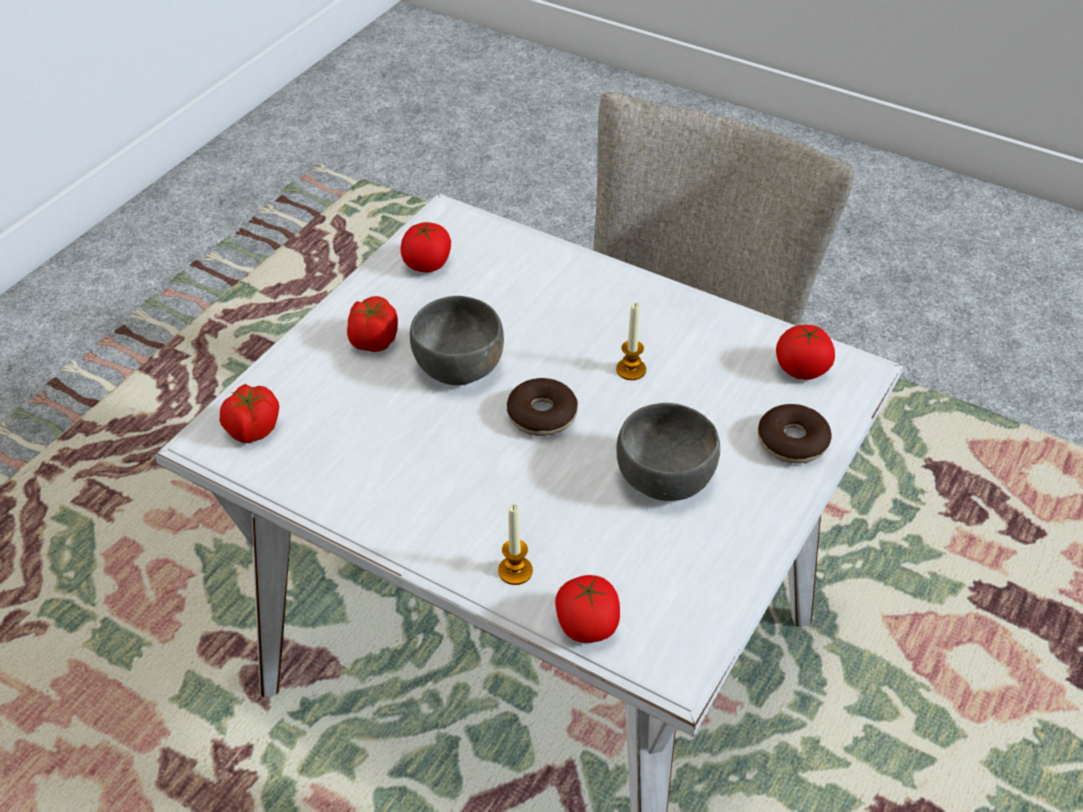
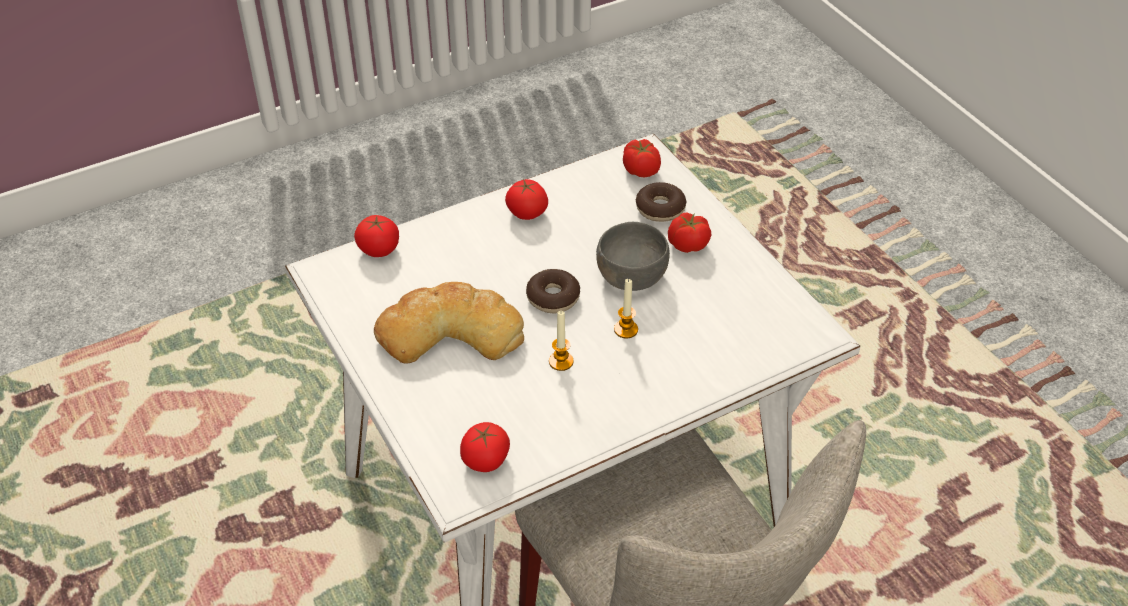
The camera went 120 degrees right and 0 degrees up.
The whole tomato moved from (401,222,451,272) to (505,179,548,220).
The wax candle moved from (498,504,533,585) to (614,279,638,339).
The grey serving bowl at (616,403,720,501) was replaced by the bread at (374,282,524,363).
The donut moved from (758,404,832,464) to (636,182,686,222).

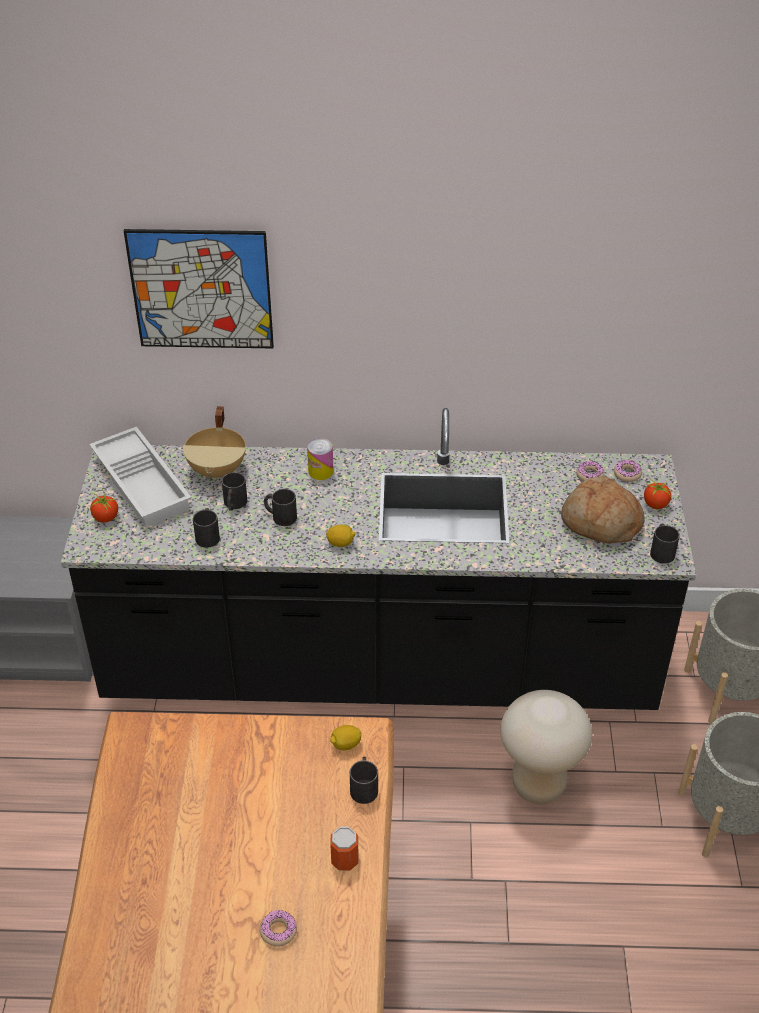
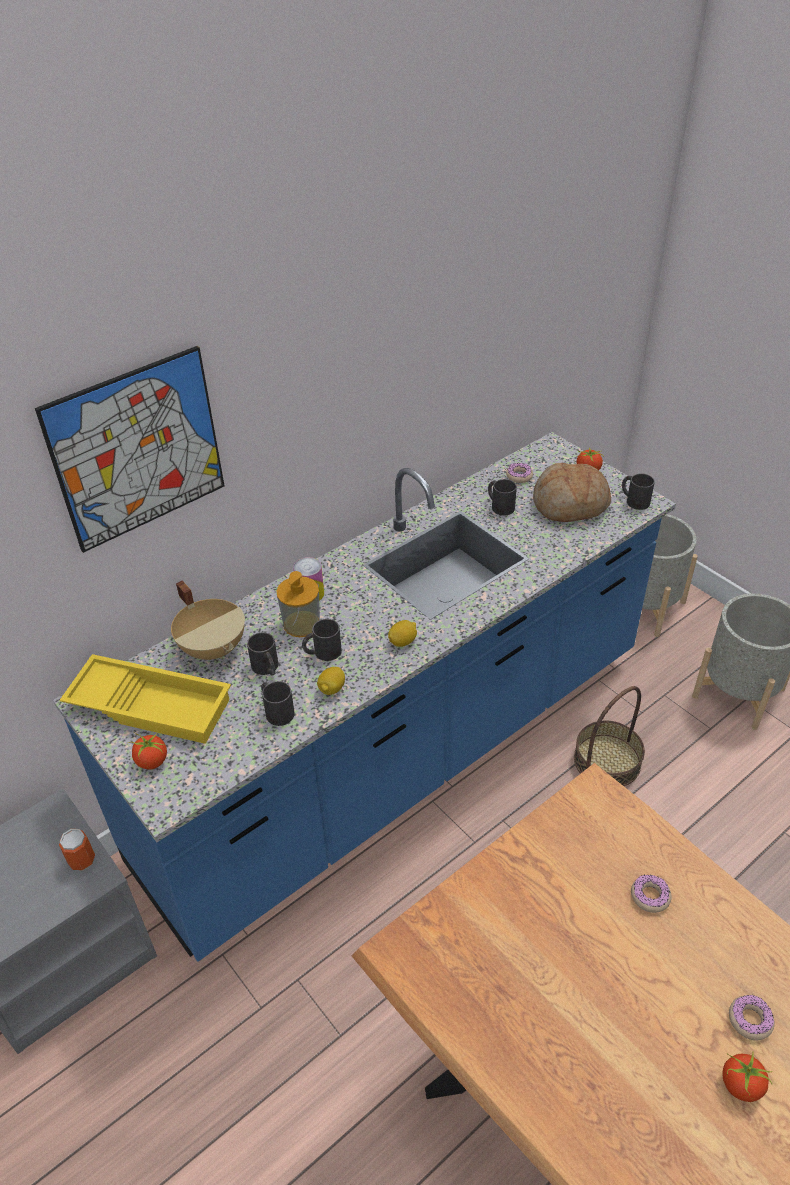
The camera went 40 degrees left and 0 degrees up.
The black-coloured counter at (61,408,696,710) became the blue-coloured counter at (53,432,676,962).
The whitish serving tray at (89,427,191,527) became the yellow serving tray at (60,654,231,744).
The whole lemon moved from (330,725,361,751) to (317,667,345,695).
The metal can moved from (330,826,358,871) to (59,829,95,870).
The black-coloured coffee mug moved from (350,757,378,804) to (488,479,517,515).
The beige stool seat at (500,690,592,804) was replaced by the basket at (574,686,645,786).
The donut moved from (614,459,642,482) to (631,875,672,913).
The soap dispenser at (276,571,320,637) appeared.
The whole tomato at (722,1051,772,1102) appeared.

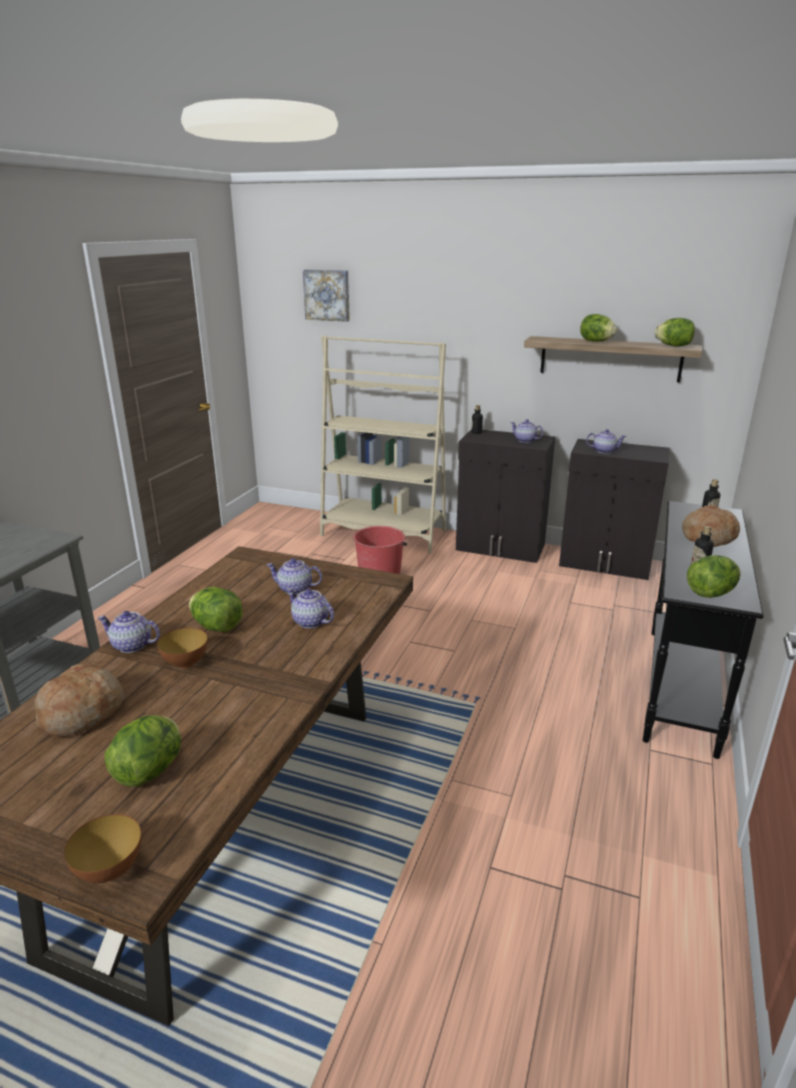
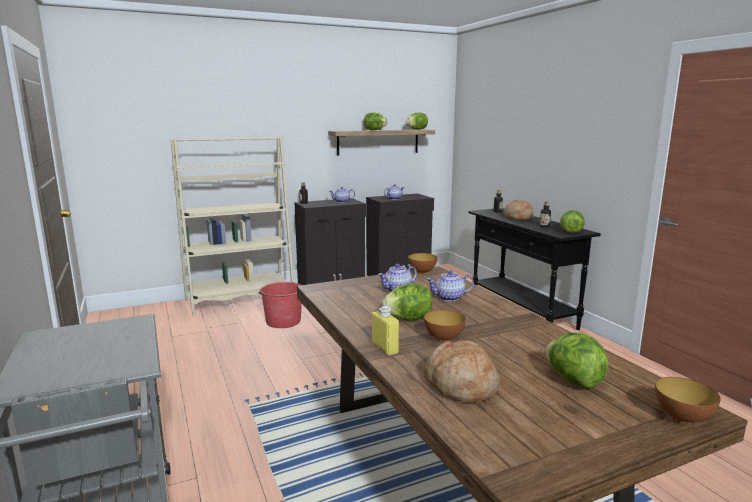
The camera went 45 degrees left and 10 degrees down.
The teapot at (98,611,160,653) was replaced by the yellow beverage bottle at (372,306,399,355).
The wall picture at (303,269,350,322) disappeared.
The serving bowl at (408,253,437,274) appeared.

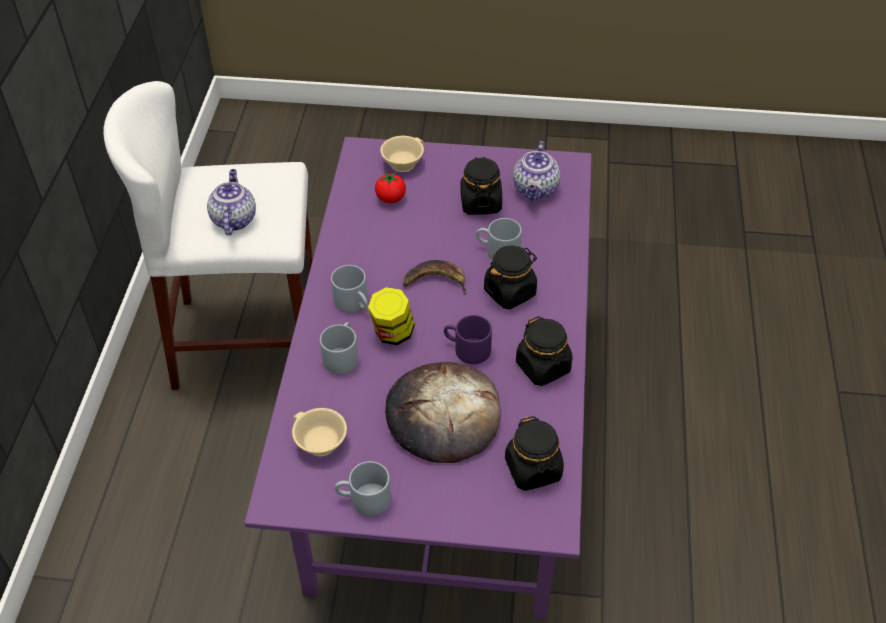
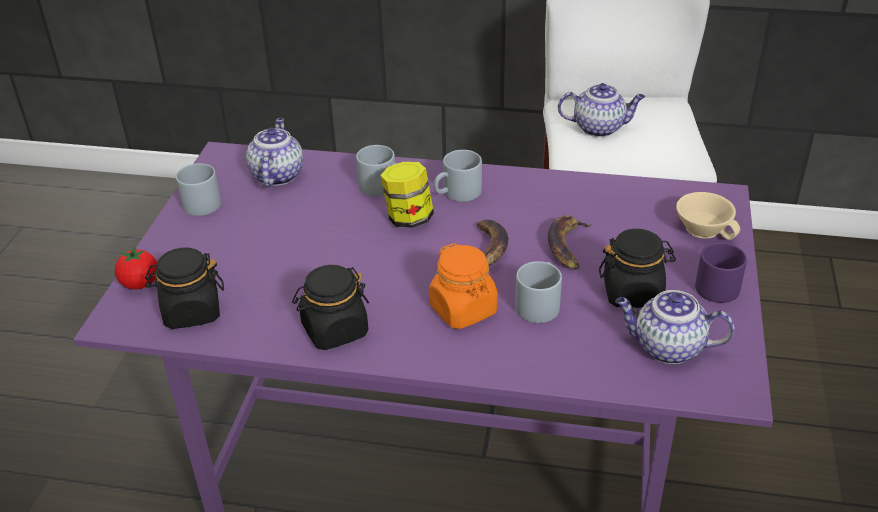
The camera went 95 degrees right and 10 degrees down.
The beige small cup at (292,408,347,456) was replaced by the teapot at (246,118,303,187).
The whole tomato moved from (375,172,406,203) to (115,245,157,289).
The bread at (385,362,501,463) disappeared.
The purple-coloured coffee mug moved from (444,315,492,364) to (695,242,747,303).
The black-coloured storage jar at (484,245,537,309) became the orange storage jar at (429,243,498,329).
The whole banana at (548,215,592,270) appeared.

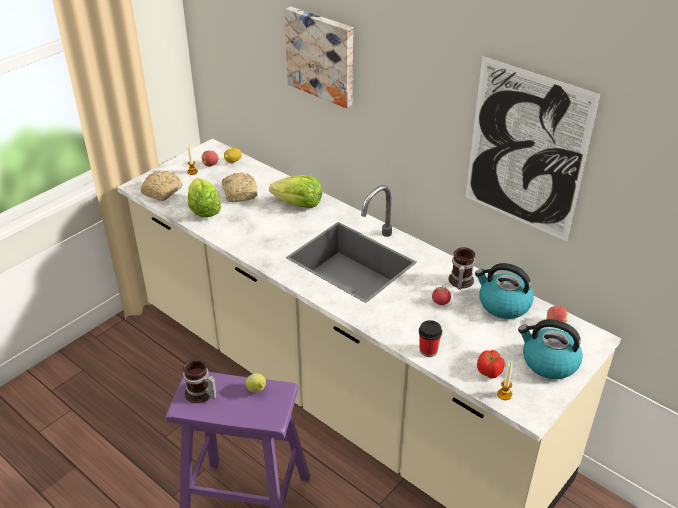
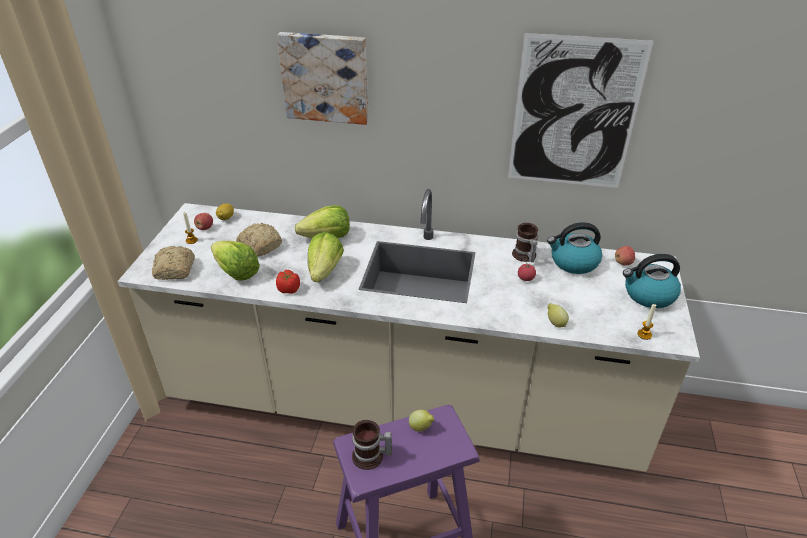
The camera went 30 degrees left and 0 degrees up.
The small cup at (419,320,442,357) was replaced by the whole lemon at (548,303,569,328).
The whole tomato moved from (477,350,505,378) to (276,270,300,294).
The lettuce head at (308,232,344,282) appeared.

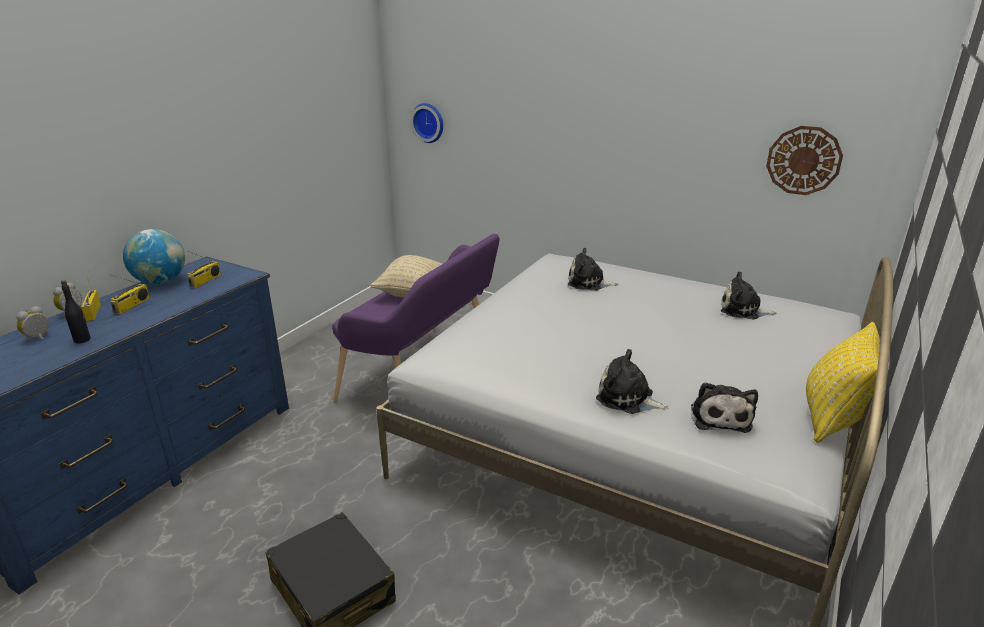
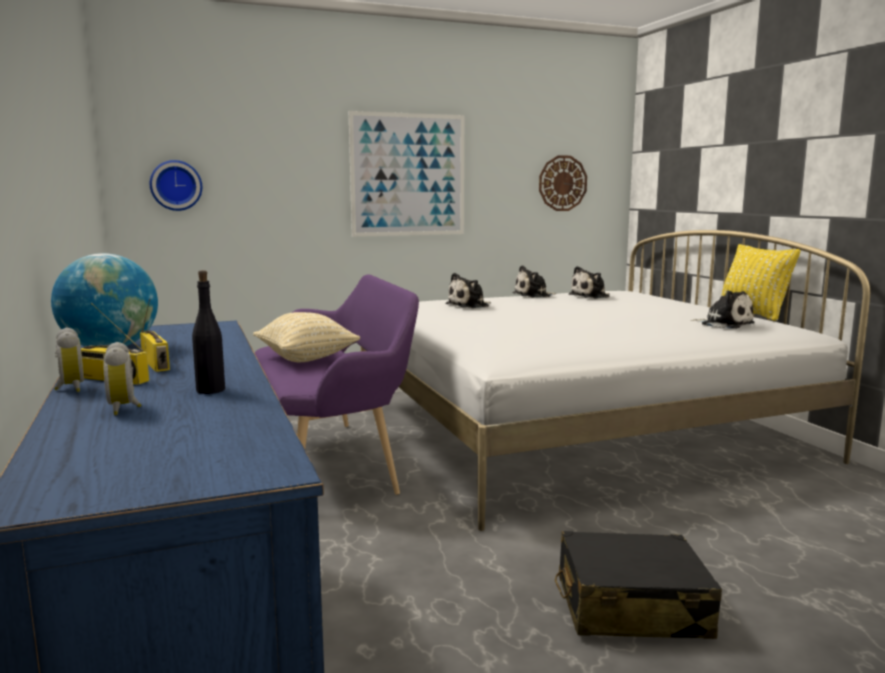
The camera went 50 degrees left and 15 degrees down.
The radio at (187,251,221,288) disappeared.
The soft toy moved from (596,349,669,414) to (513,265,556,298).
The wall picture at (349,111,464,237) appeared.

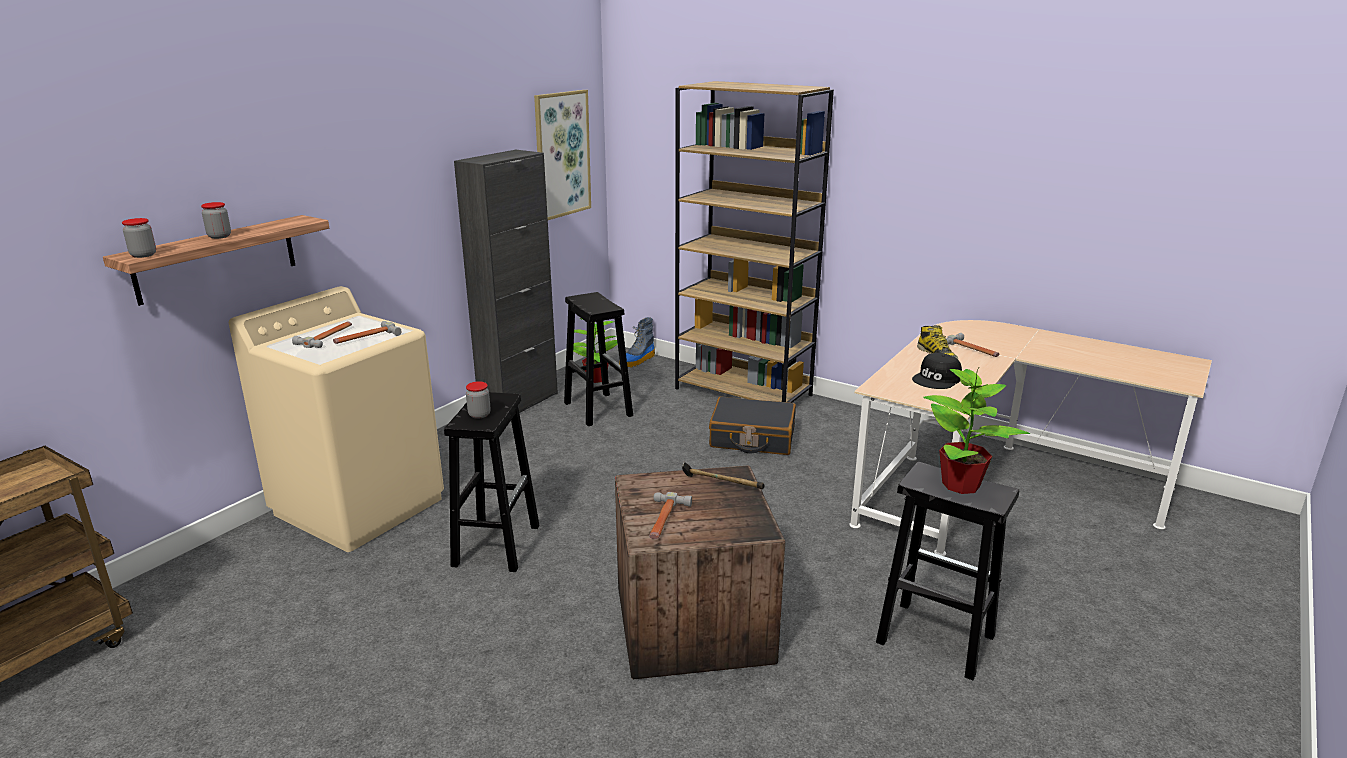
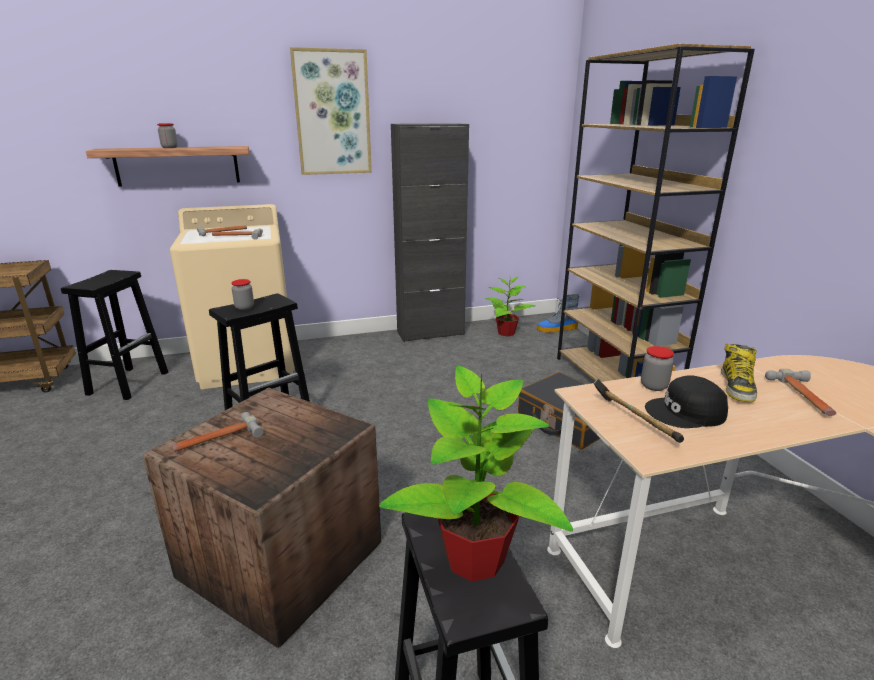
The camera went 40 degrees right and 0 degrees up.
The storage jar moved from (122,218,156,258) to (641,346,674,391).
The wall picture moved from (534,90,591,220) to (290,47,372,175).
The black-coloured stool seat moved from (564,292,633,426) to (61,270,168,400).
The tool hammer moved from (682,462,764,489) to (594,378,684,443).

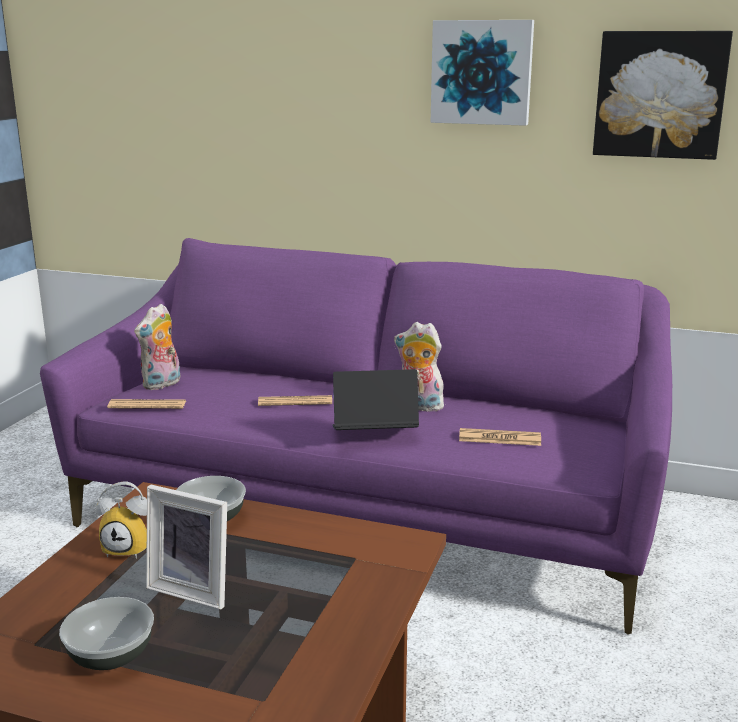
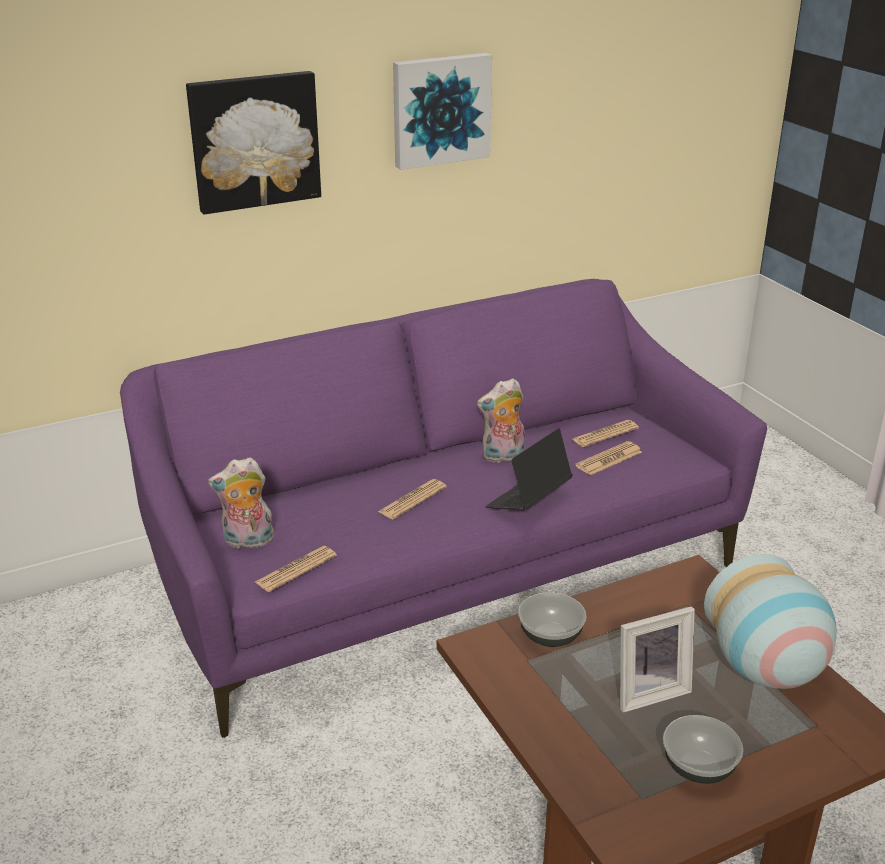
The camera went 45 degrees left and 10 degrees up.
The alarm clock at (96,482,147,559) disappeared.
The soft toy at (134,304,180,390) turned 90 degrees clockwise.
The wall picture moved from (593,31,733,160) to (186,71,321,214).
The printed paper at (572,420,639,447) appeared.
The flower vase at (704,554,837,689) appeared.

